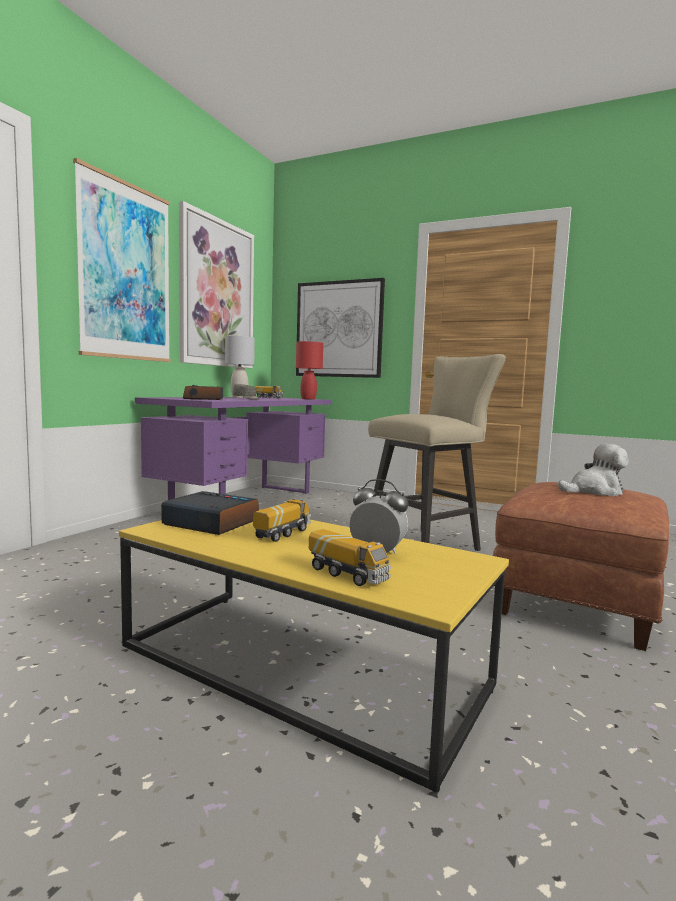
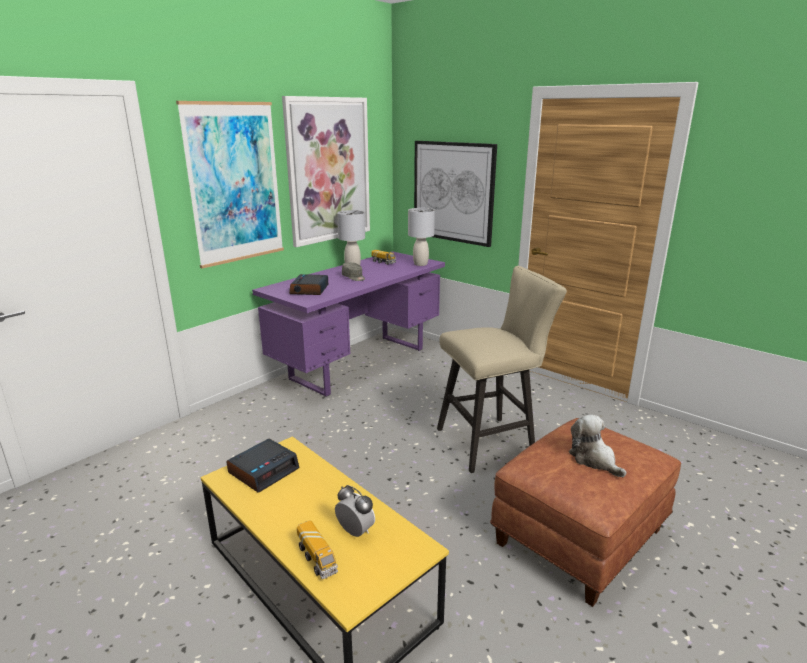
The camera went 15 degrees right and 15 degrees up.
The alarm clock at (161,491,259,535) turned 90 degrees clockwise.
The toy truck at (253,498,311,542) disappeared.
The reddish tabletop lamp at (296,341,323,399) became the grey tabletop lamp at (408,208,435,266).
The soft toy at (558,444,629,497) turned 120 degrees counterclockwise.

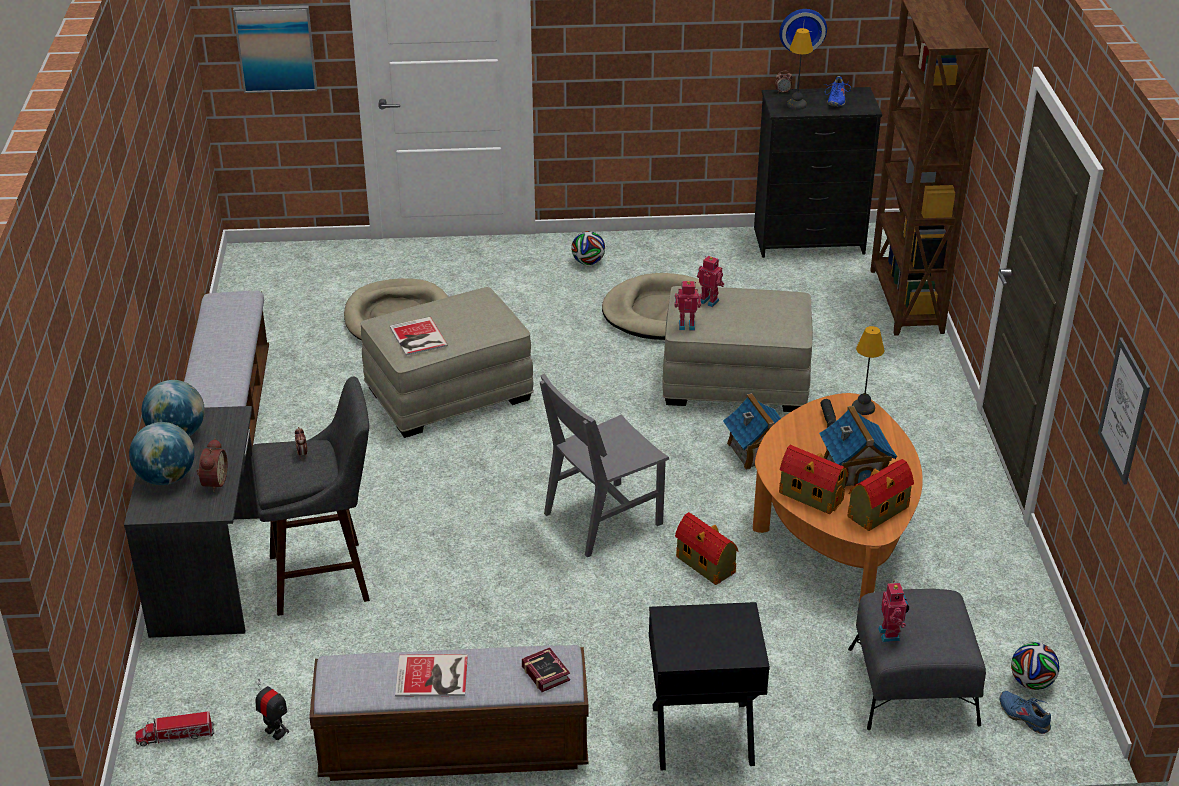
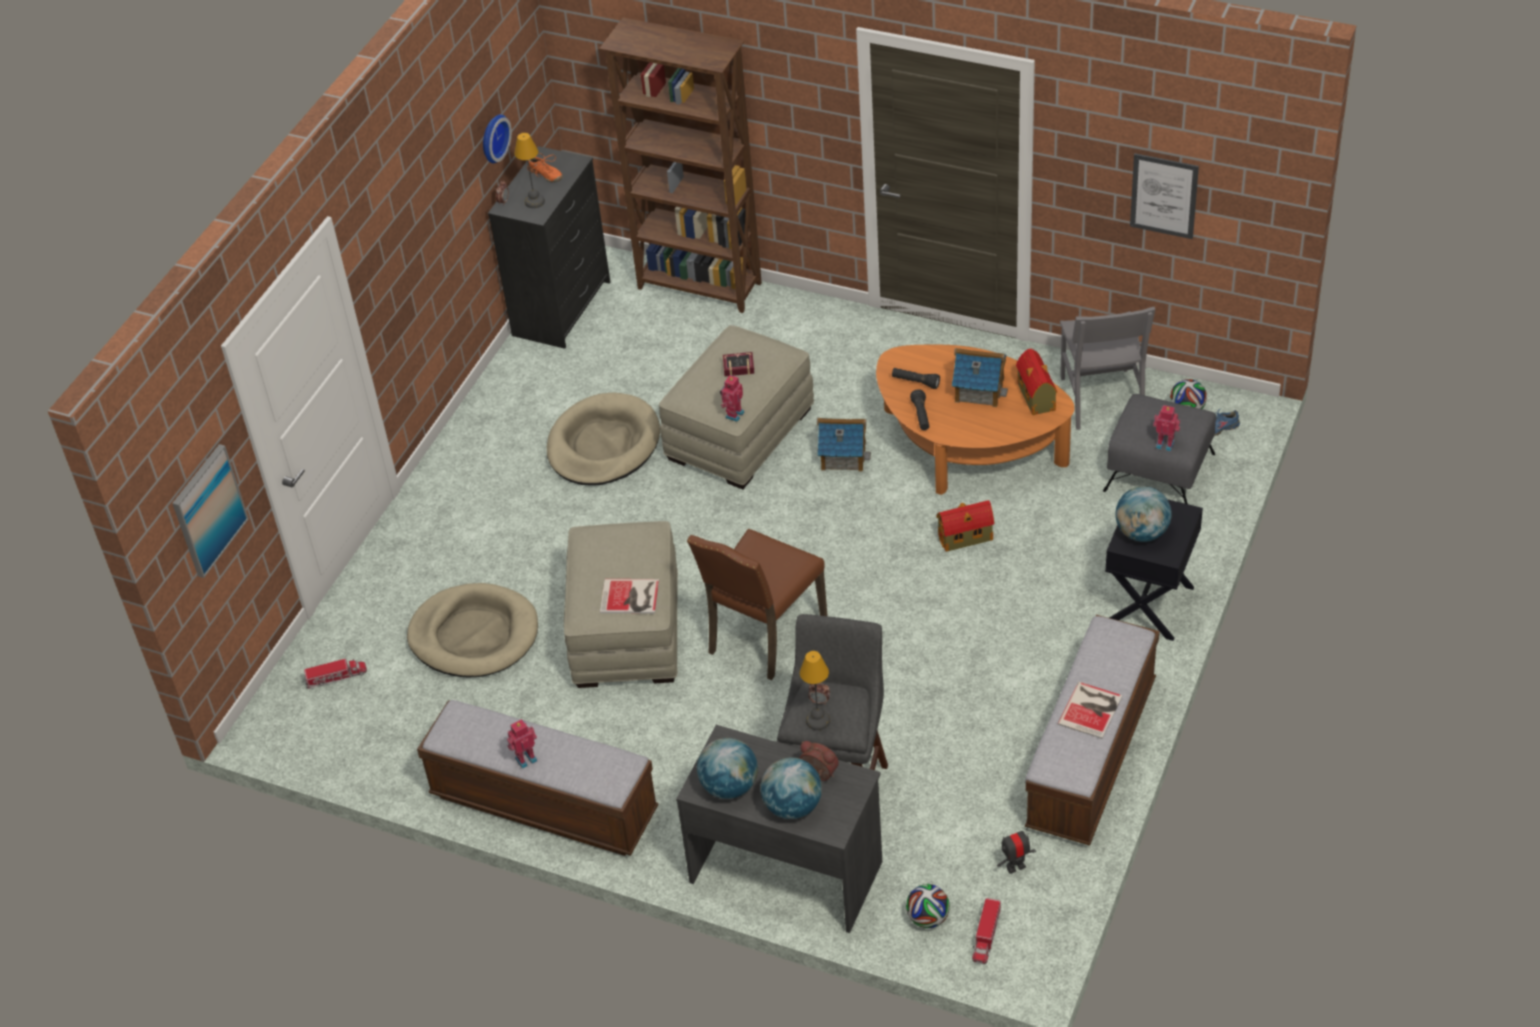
The camera went 60 degrees left and 10 degrees up.
The book moved from (522,647,570,692) to (723,352,755,376).
The grey chair moved from (540,373,669,557) to (1060,307,1155,430).
The football moved from (571,231,605,265) to (906,884,950,928).
The model robot moved from (697,256,724,307) to (507,719,537,769).
The miniature house at (779,445,848,514) disappeared.
The blue-coloured low shoe at (825,76,851,106) became the orange low shoe at (527,152,563,182).
The tabletop lamp moved from (852,326,884,415) to (800,651,830,730).
The toy truck at (304,659,367,689) appeared.
The brown chair at (687,529,827,680) appeared.
The black-coloured hand torch at (910,389,929,430) appeared.
The desk globe at (1115,486,1172,542) appeared.

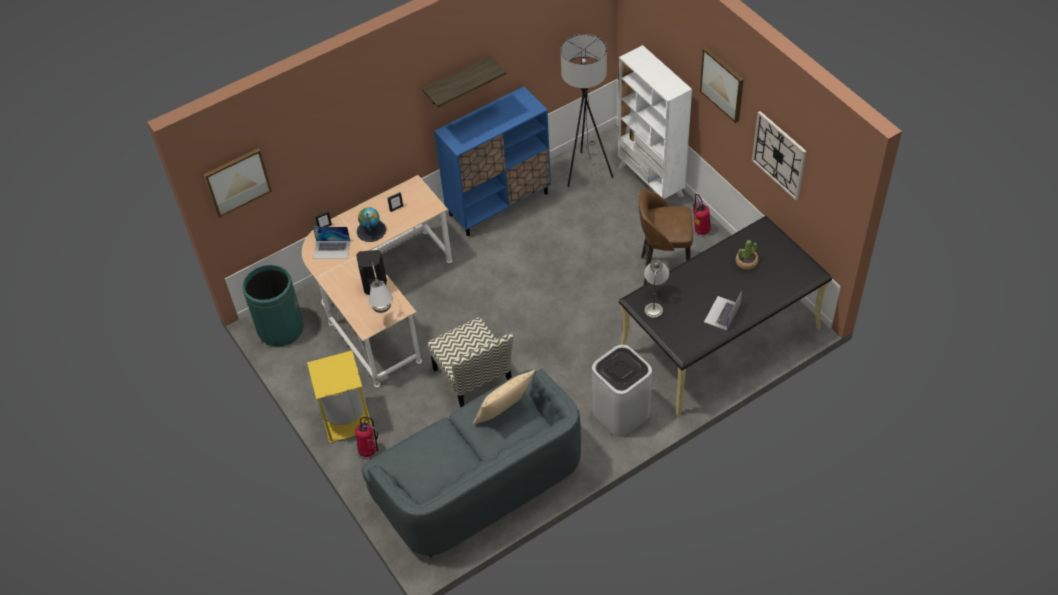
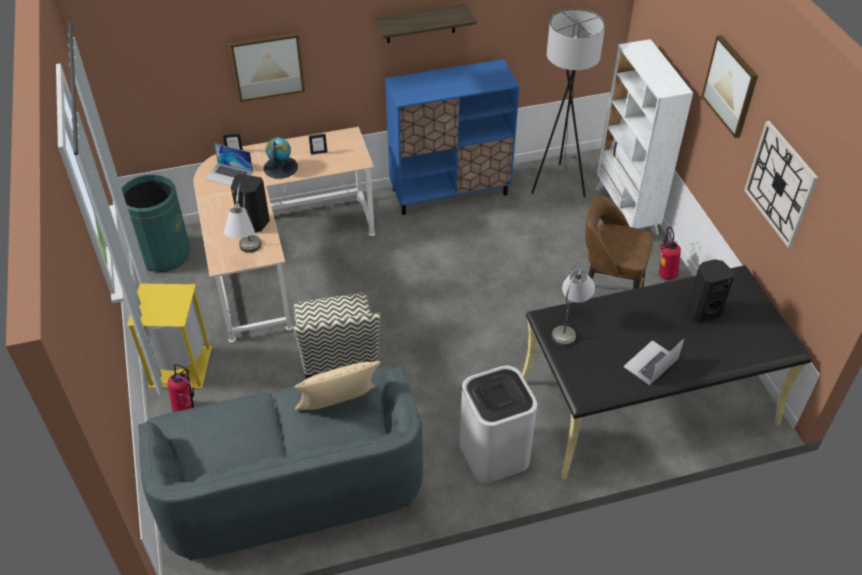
The camera went 15 degrees right and 5 degrees down.
The wall picture moved from (204,148,272,217) to (230,33,305,102).
The plant in a pot at (735,240,759,270) was replaced by the black-coloured audio speaker at (687,259,735,323).

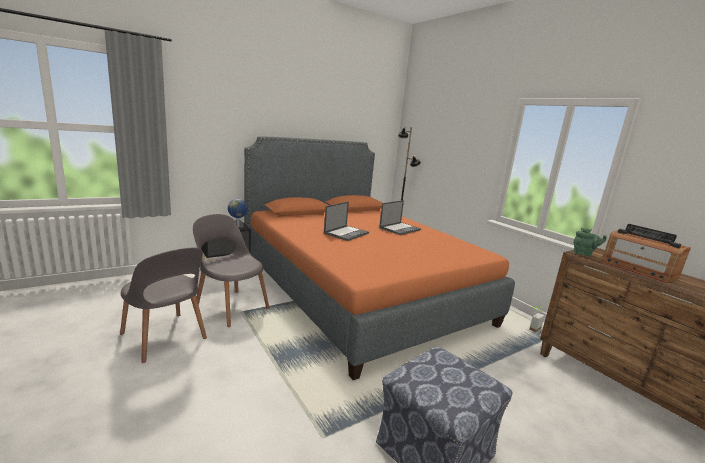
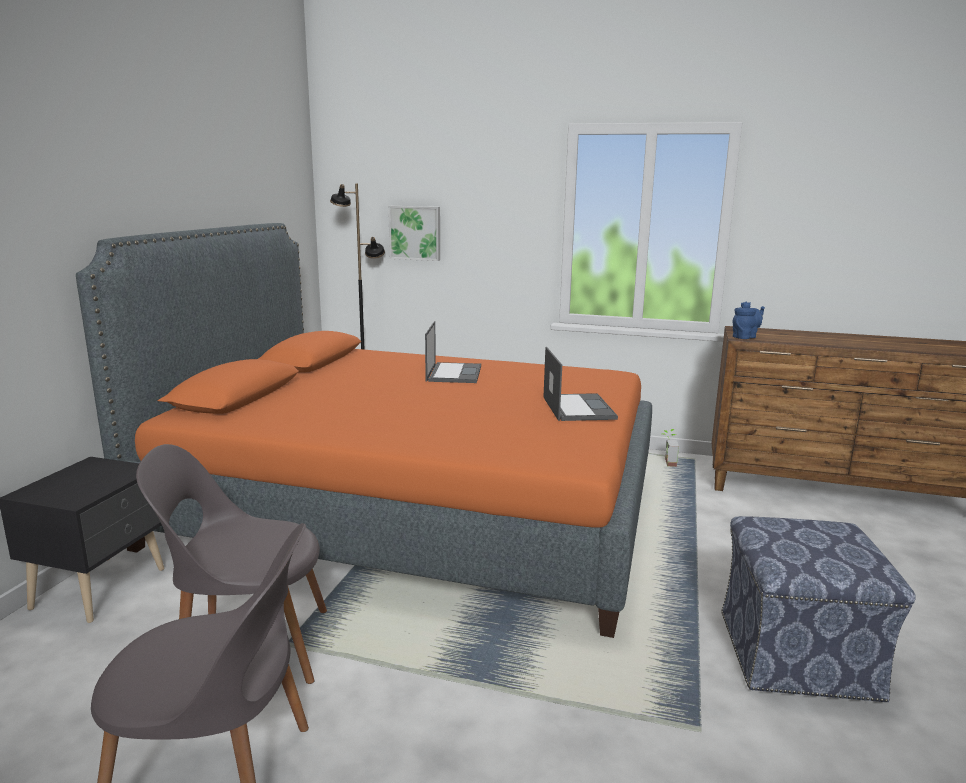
The camera went 40 degrees left and 0 degrees up.
The desk globe at (228,199,248,227) disappeared.
The notebook computer moved from (324,201,369,241) to (543,347,618,421).
The greenish teapot at (573,228,606,256) became the blue-coloured teapot at (732,302,765,339).
The radio at (601,224,691,283) disappeared.
The wall picture at (388,206,440,261) appeared.

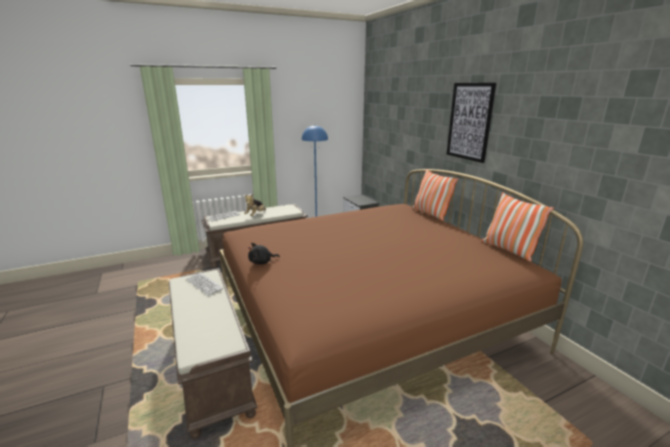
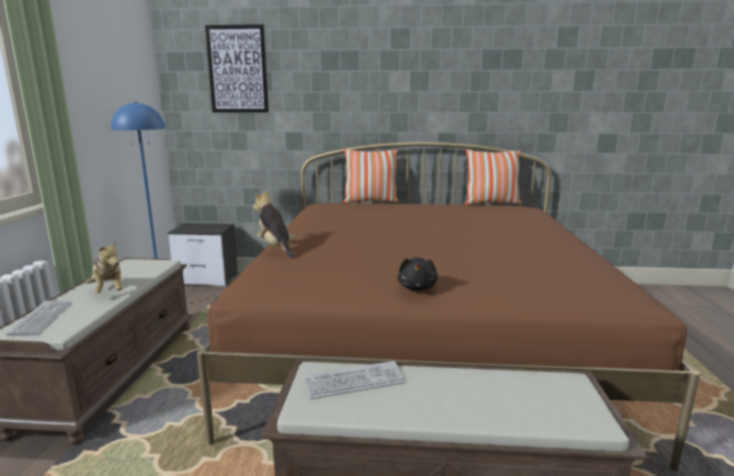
The camera went 60 degrees left and 5 degrees down.
The wall picture moved from (447,83,496,163) to (205,24,269,113).
The soft toy at (253,191,296,258) appeared.

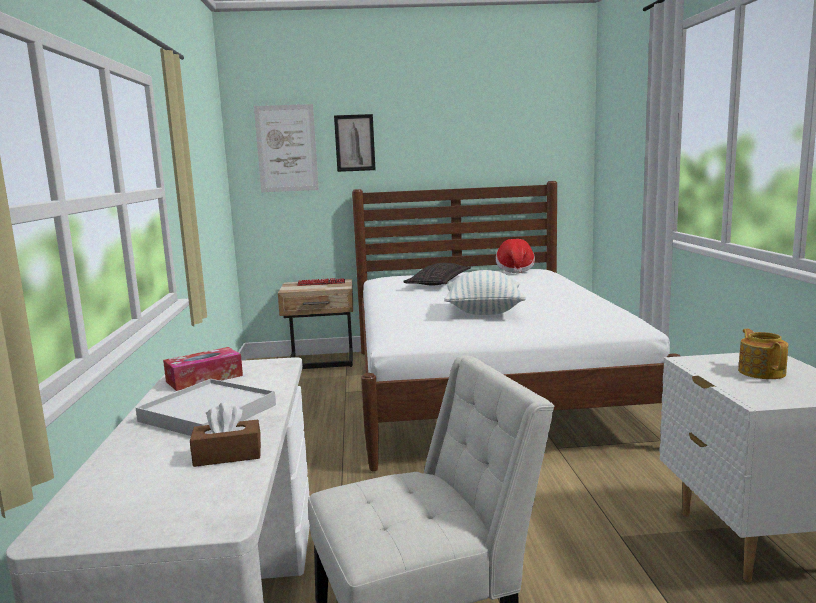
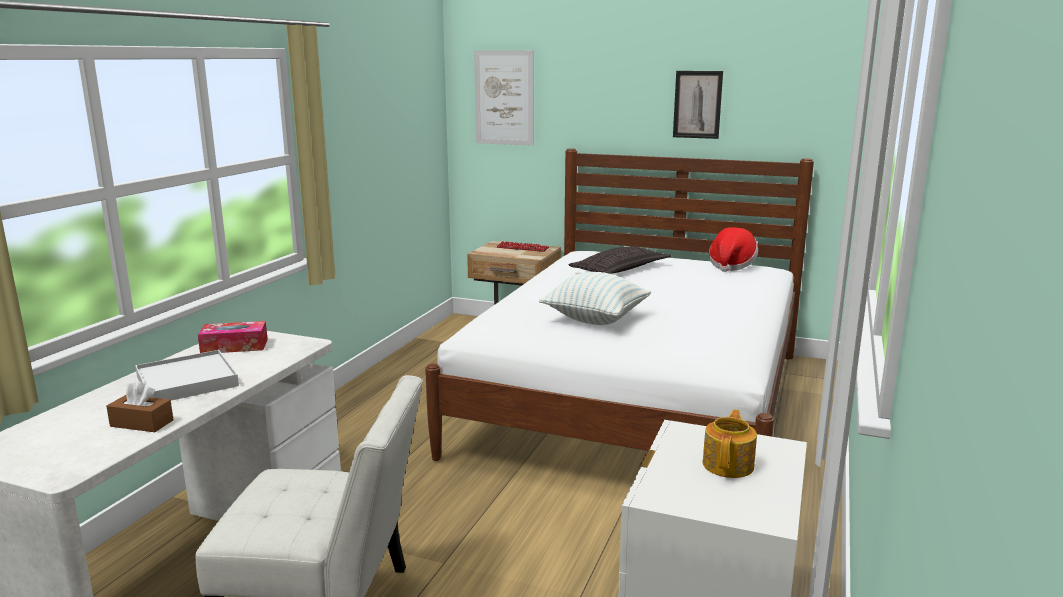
The camera went 25 degrees right and 5 degrees up.
The wall picture moved from (334,114,376,172) to (673,71,723,139).

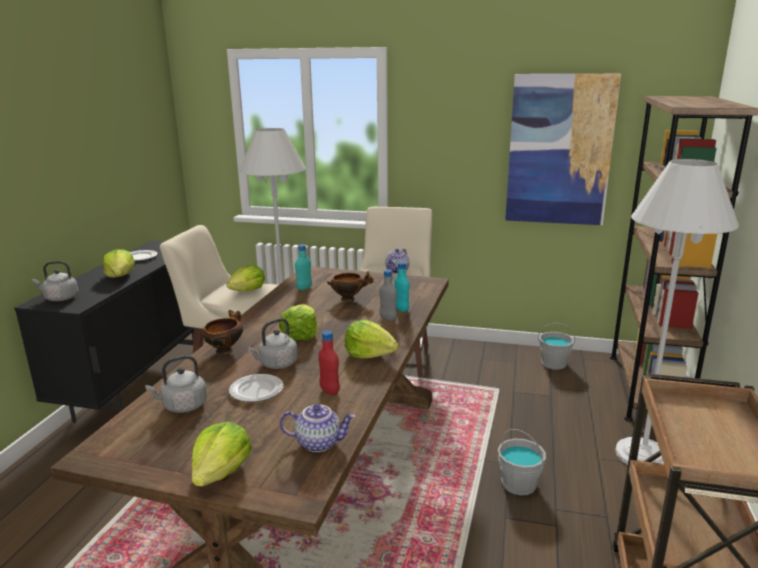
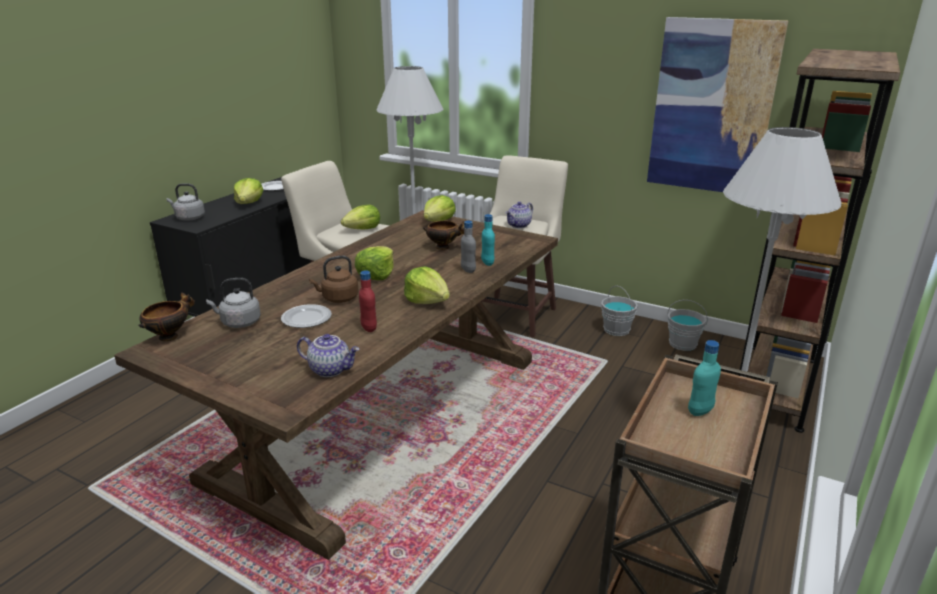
The camera went 15 degrees right and 5 degrees up.
The lettuce head moved from (192,422,252,487) to (424,195,456,222).
The serving bowl moved from (202,310,243,355) to (138,292,195,341).
The grey tea kettle at (247,318,298,369) became the brown tea kettle at (309,256,359,303).
The blue-green beverage bottle moved from (295,244,312,290) to (688,340,721,416).
The grey pail moved from (498,429,546,495) to (601,286,638,336).

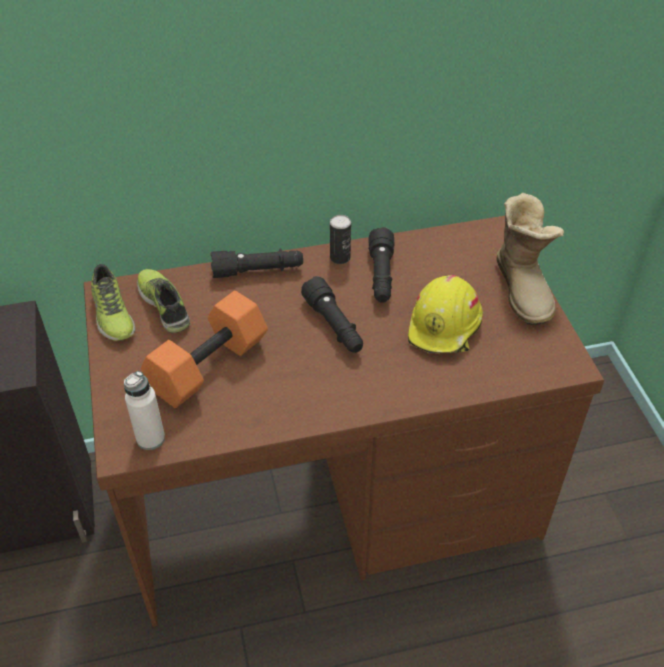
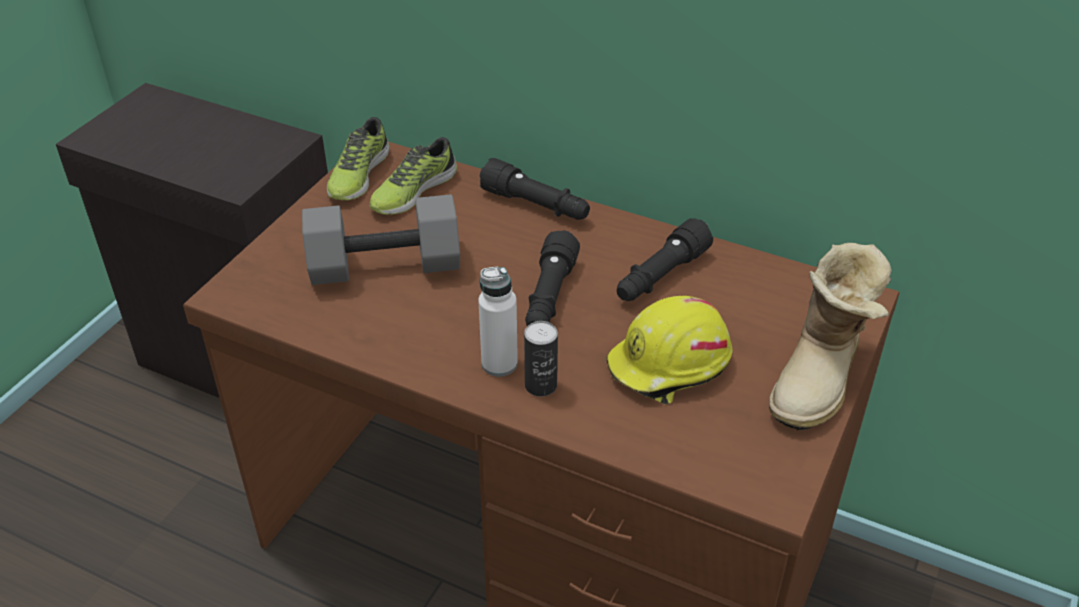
The camera went 40 degrees right and 5 degrees down.
The whitish beverage bottle moved from (124,371,165,450) to (478,267,518,377).
The low shoe at (137,269,190,333) turned 150 degrees counterclockwise.
The orange dumbbell at (141,291,268,408) became the grey dumbbell at (302,194,460,285).
The metal can moved from (330,215,351,264) to (524,321,558,397).

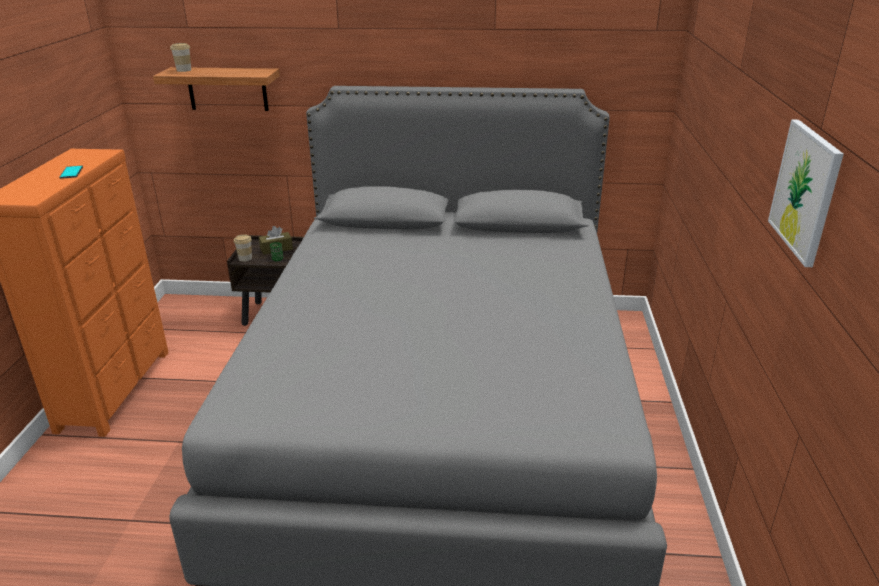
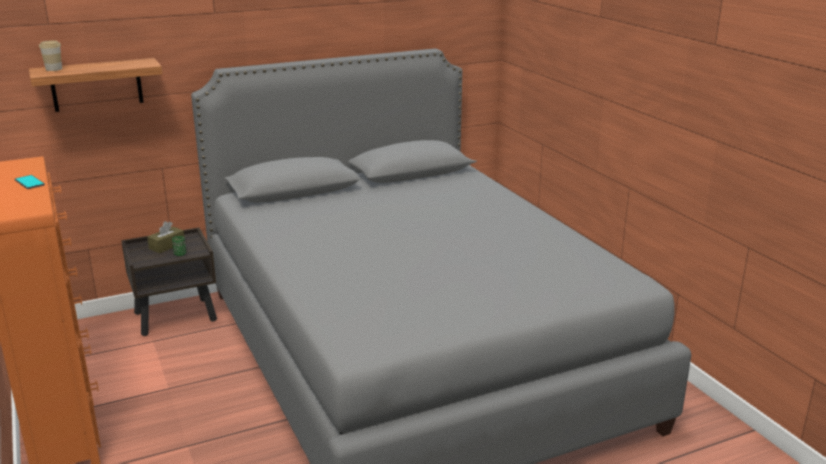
The camera went 30 degrees left and 5 degrees down.
The small cup at (234,234,252,262) disappeared.
The wall picture at (768,120,844,267) disappeared.

